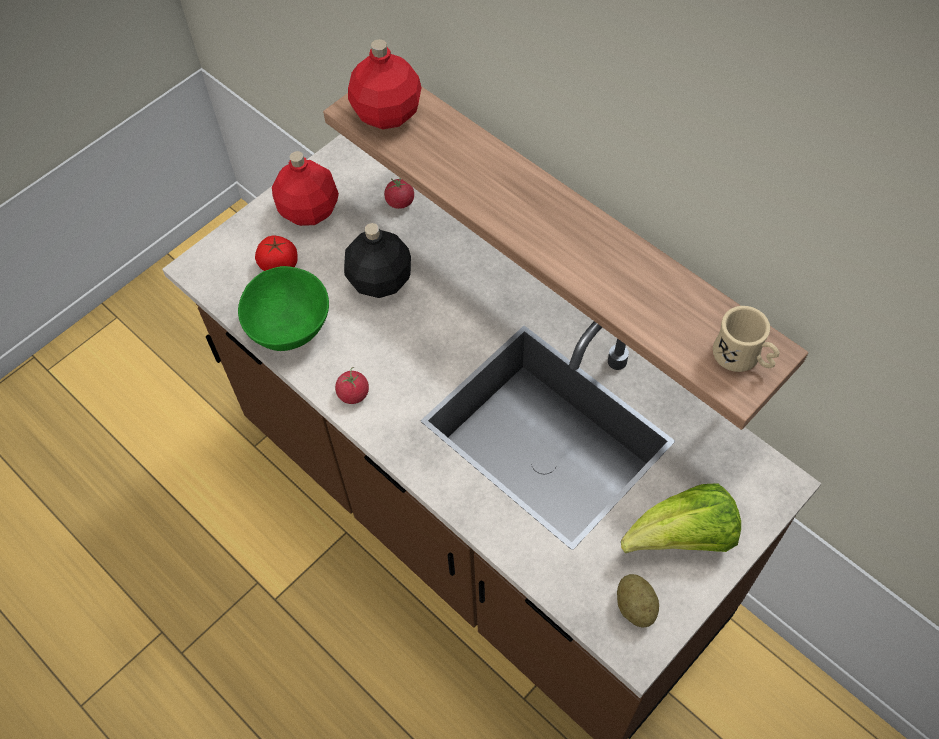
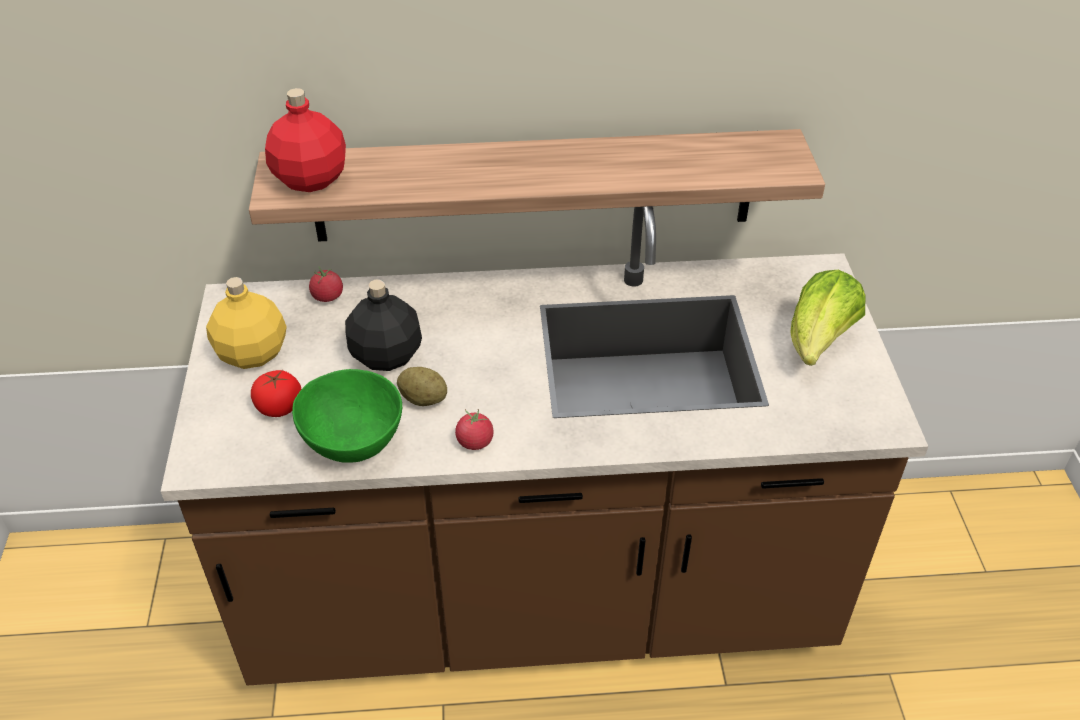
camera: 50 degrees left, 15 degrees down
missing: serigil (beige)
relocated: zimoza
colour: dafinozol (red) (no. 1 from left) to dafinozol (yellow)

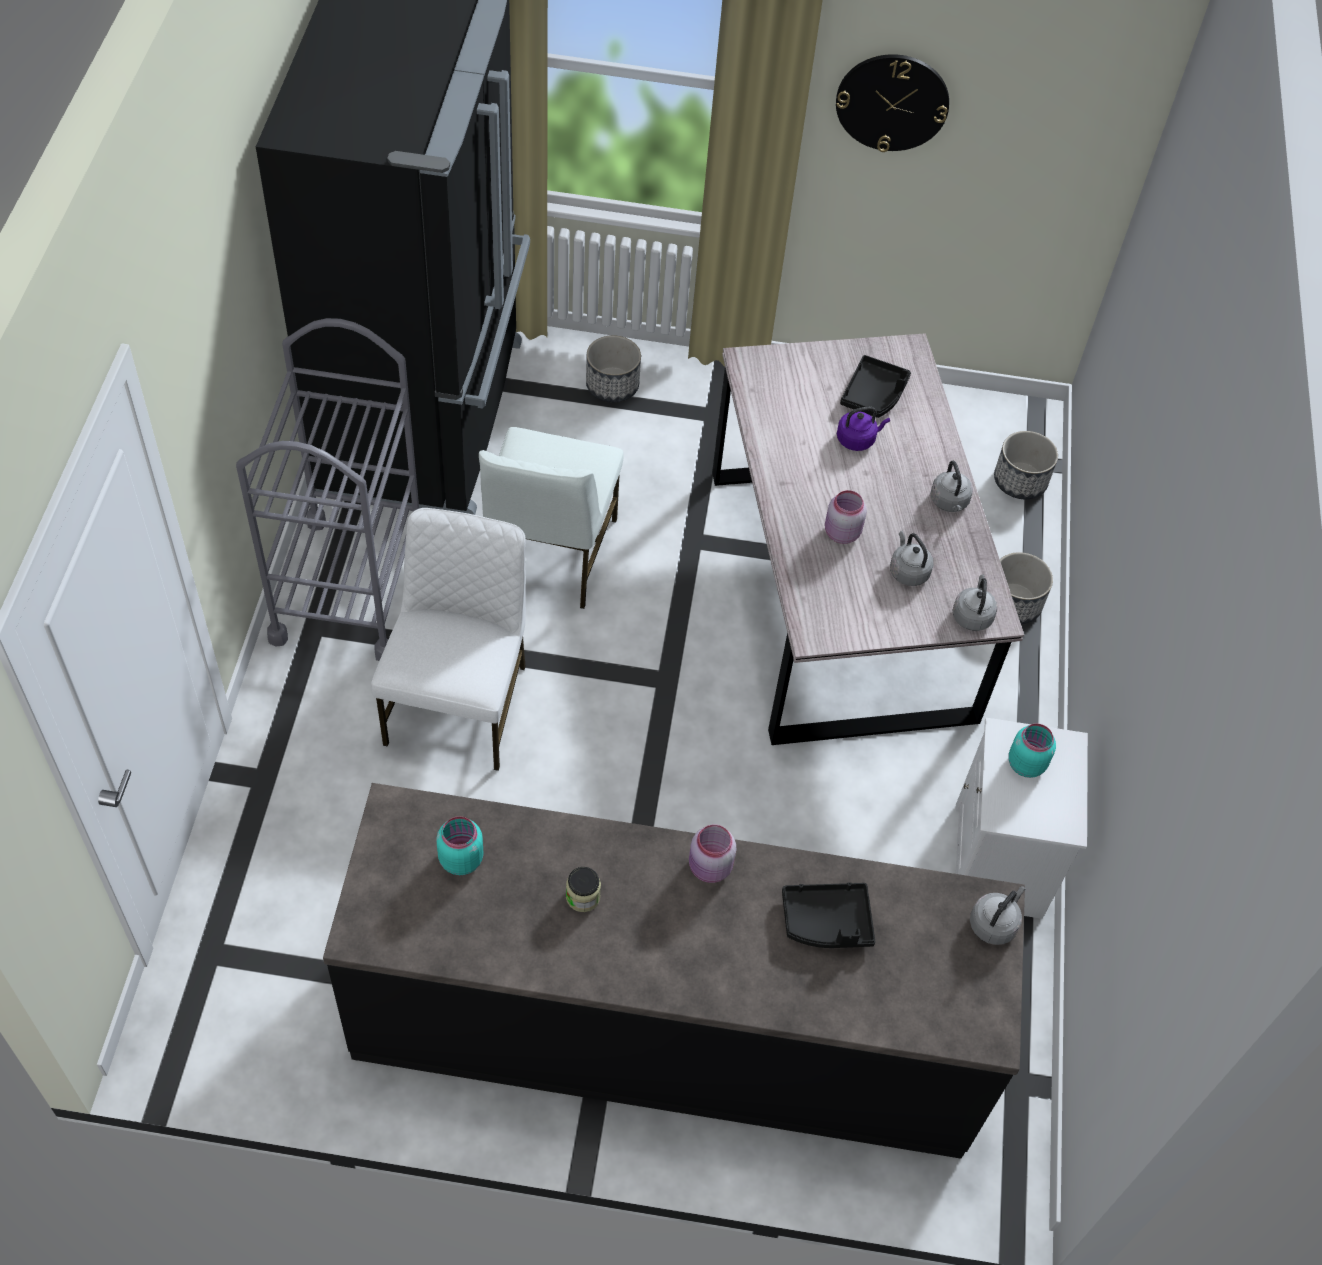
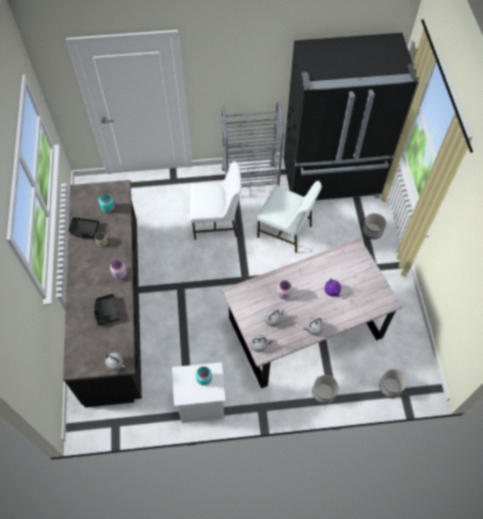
camera: 80 degrees right, 5 degrees up
missing: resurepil
relocated: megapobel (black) (no. 2 from left in the first image) to megapobel (black) (no. 1 from left)
spun: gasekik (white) (no. 2 from left) 150 degrees counterclockwise

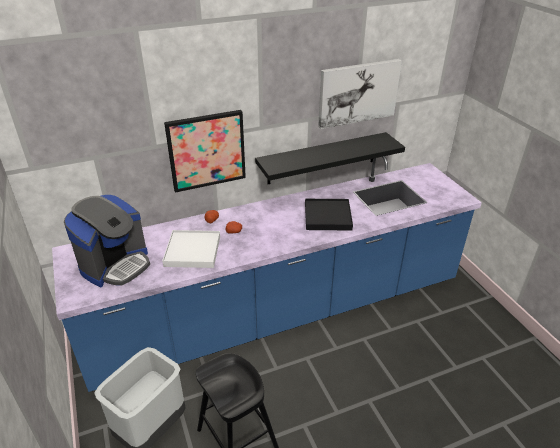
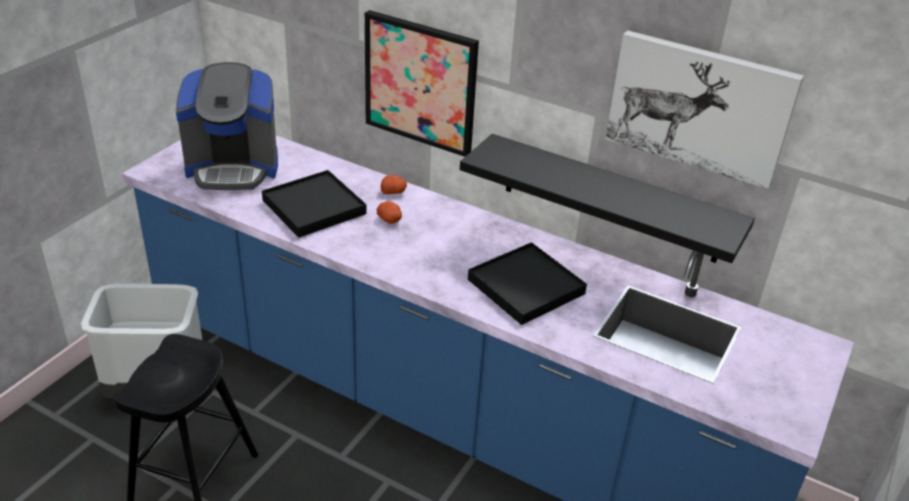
camera: 50 degrees right, 0 degrees up
colour: megapobel (white) to megapobel (black) (no. 1 from left)

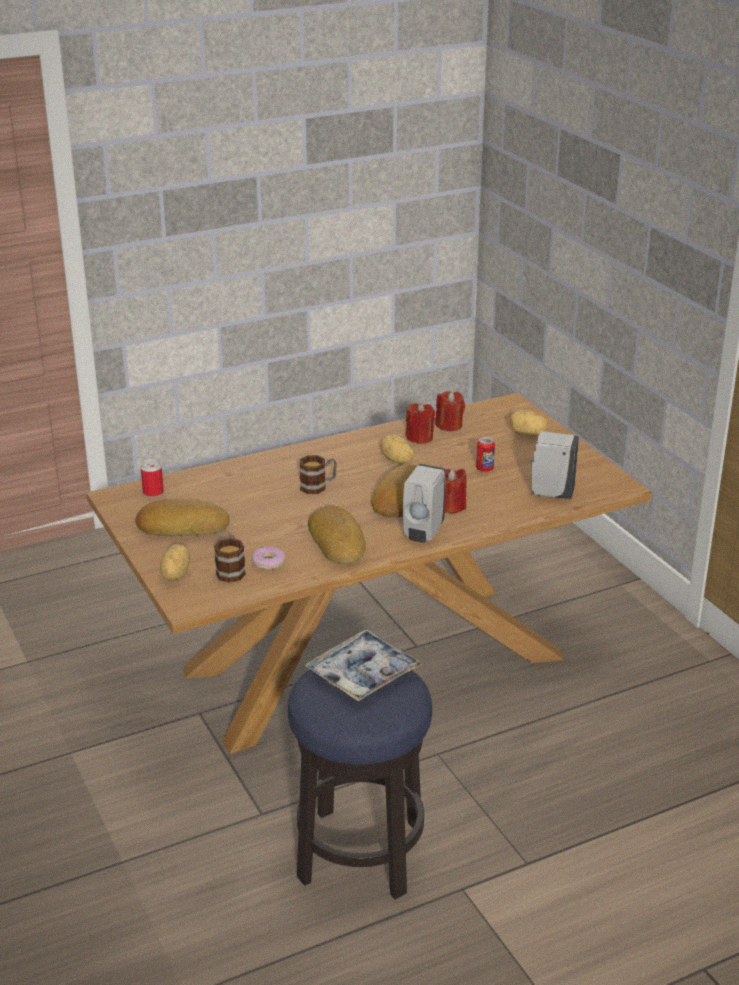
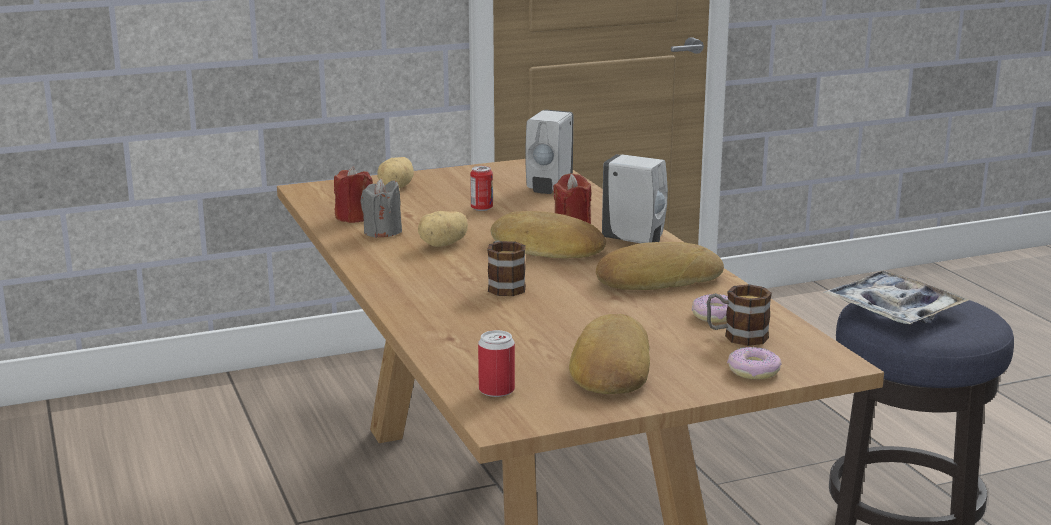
camera: 85 degrees left, 10 degrees down
exchanged: zimoza (no. 1 from left) to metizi (no. 2 from left)
colour: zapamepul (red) (no. 1 from left) to zapamepul (grey)

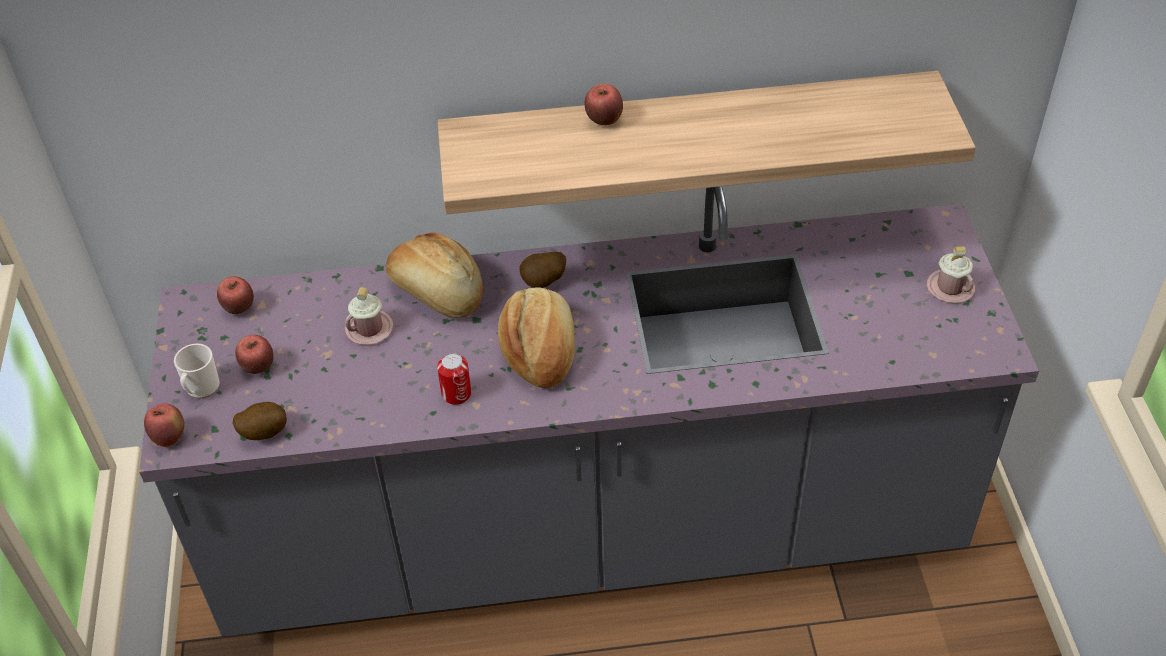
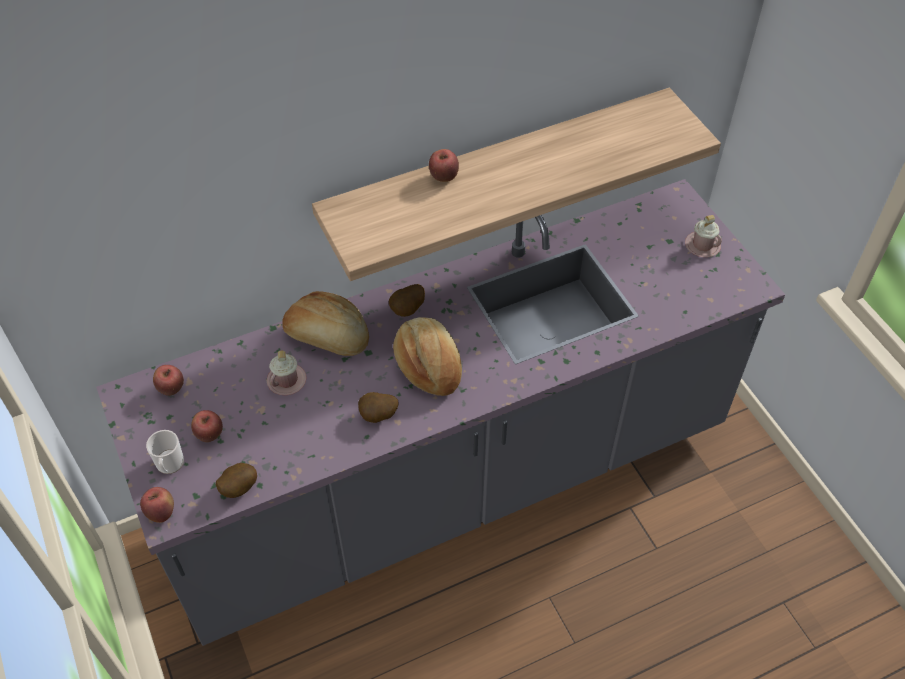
camera: 20 degrees left, 5 degrees up
exchanged: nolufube to zimoza (no. 2 from left)

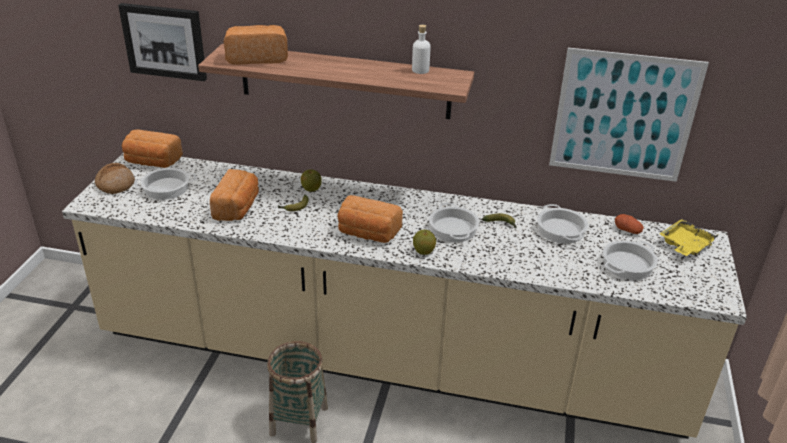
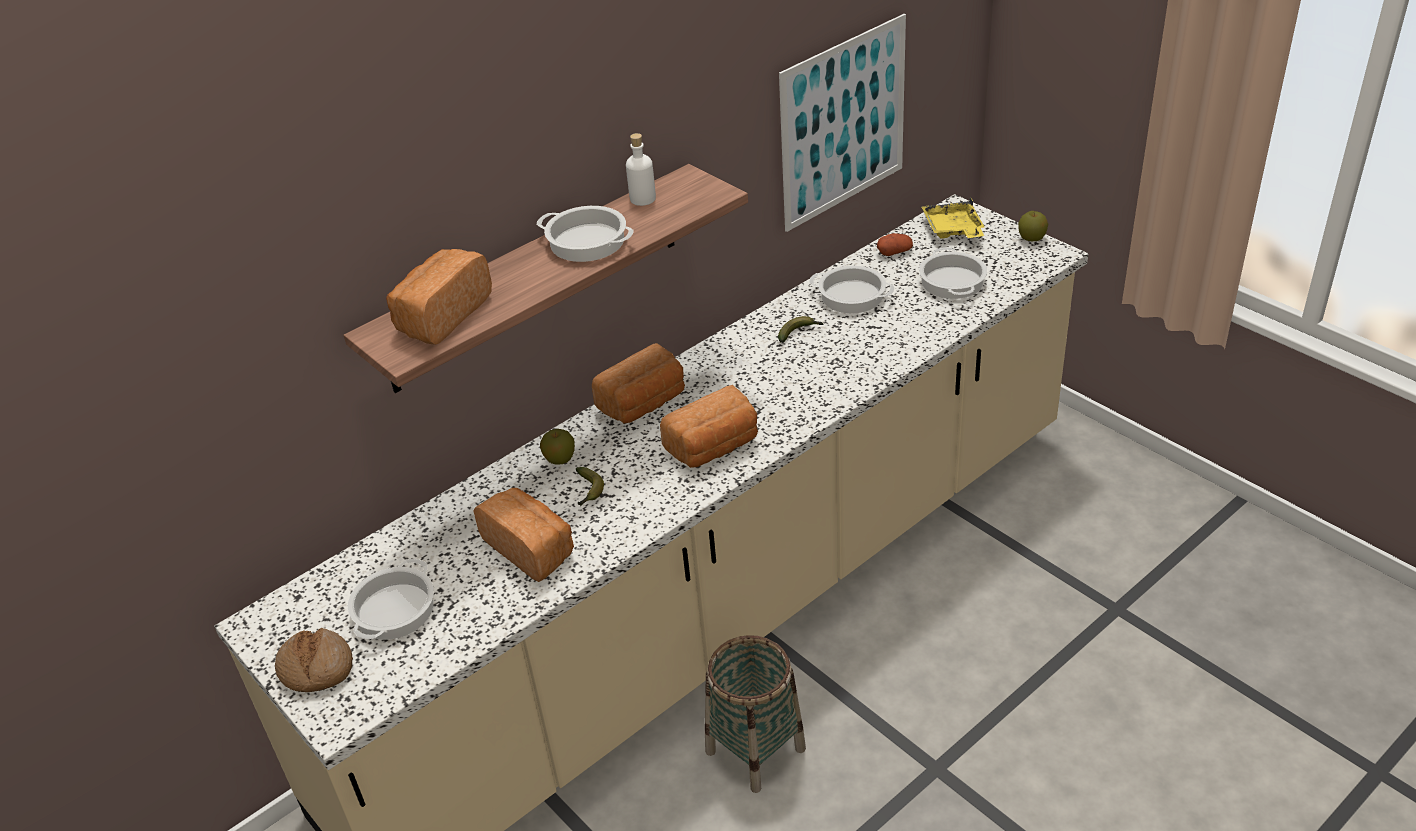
camera: 50 degrees left, 5 degrees up
missing: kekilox (no. 1 from left)
relocated: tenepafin (no. 2 from left in the first image) to tenepafin (no. 4 from left); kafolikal (no. 2 from left); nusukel (no. 2 from left)

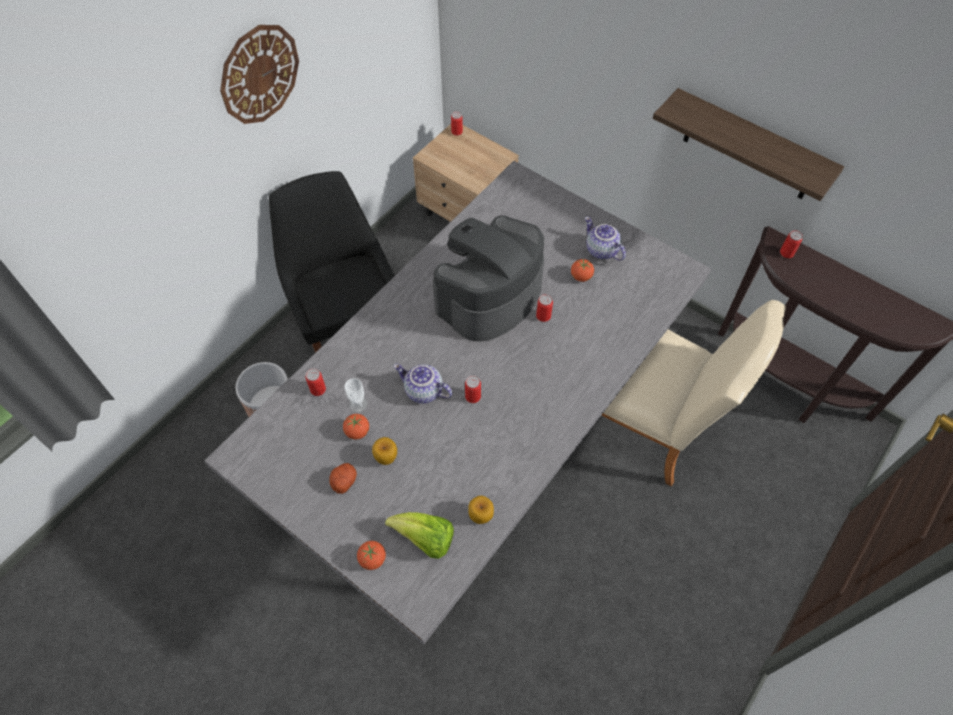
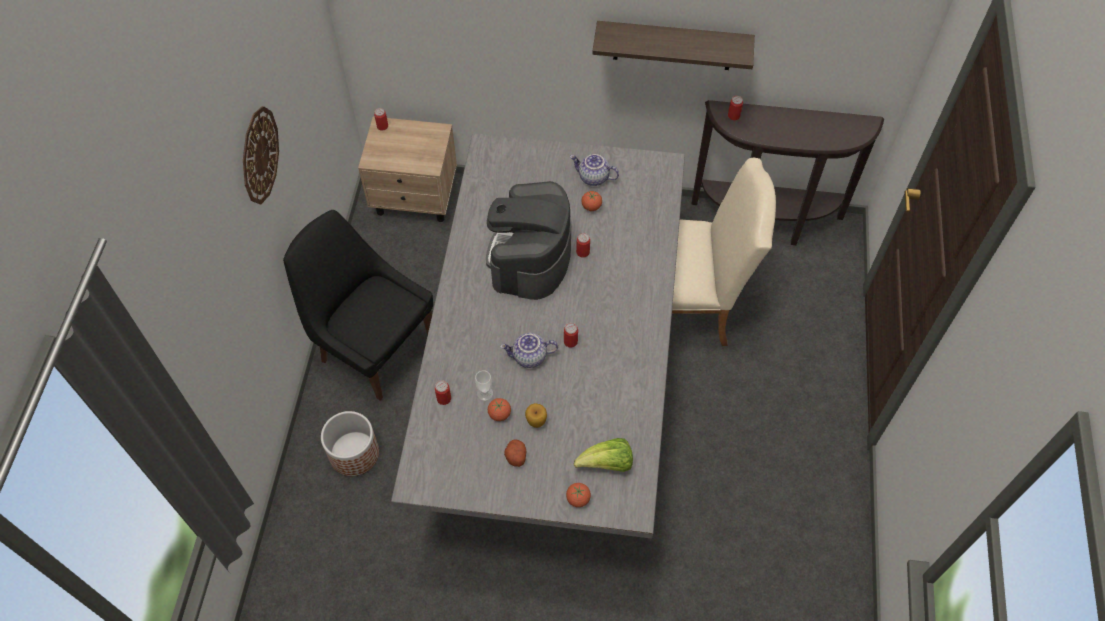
camera: 30 degrees left, 0 degrees up
missing: nusukel (no. 2 from left)

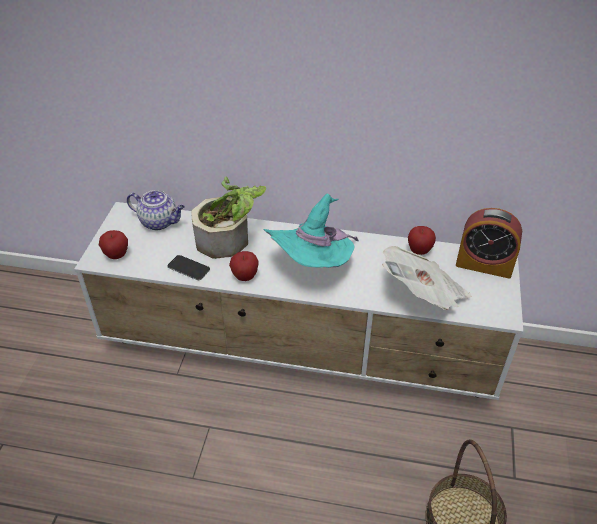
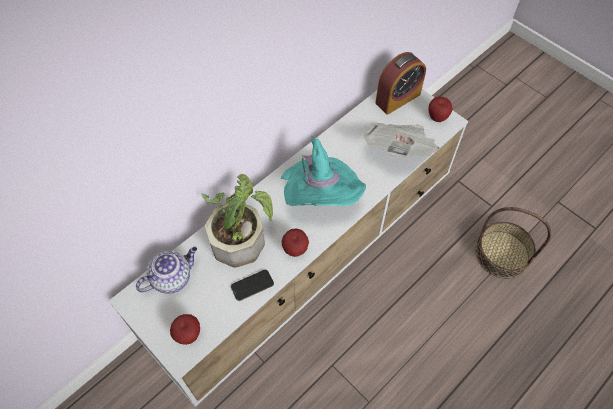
camera: 55 degrees left, 15 degrees up
relocated: nusukel (no. 3 from left)

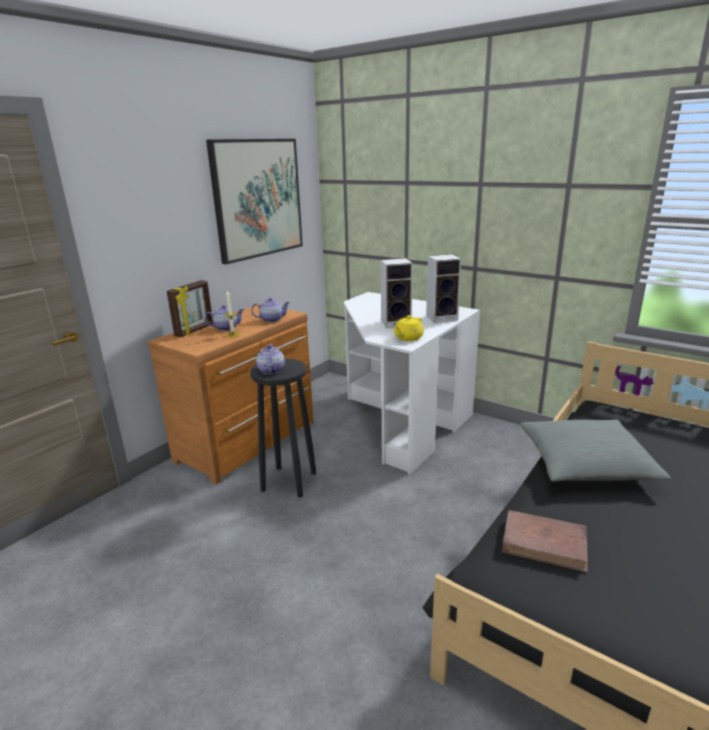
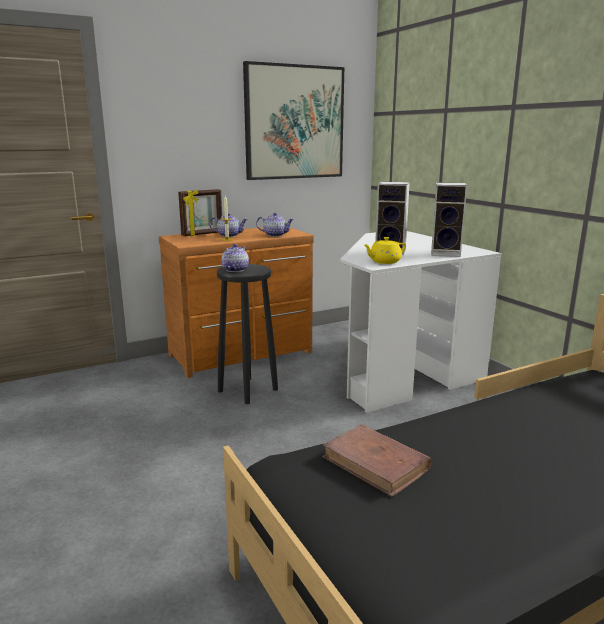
camera: 25 degrees right, 5 degrees down
missing: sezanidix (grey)

